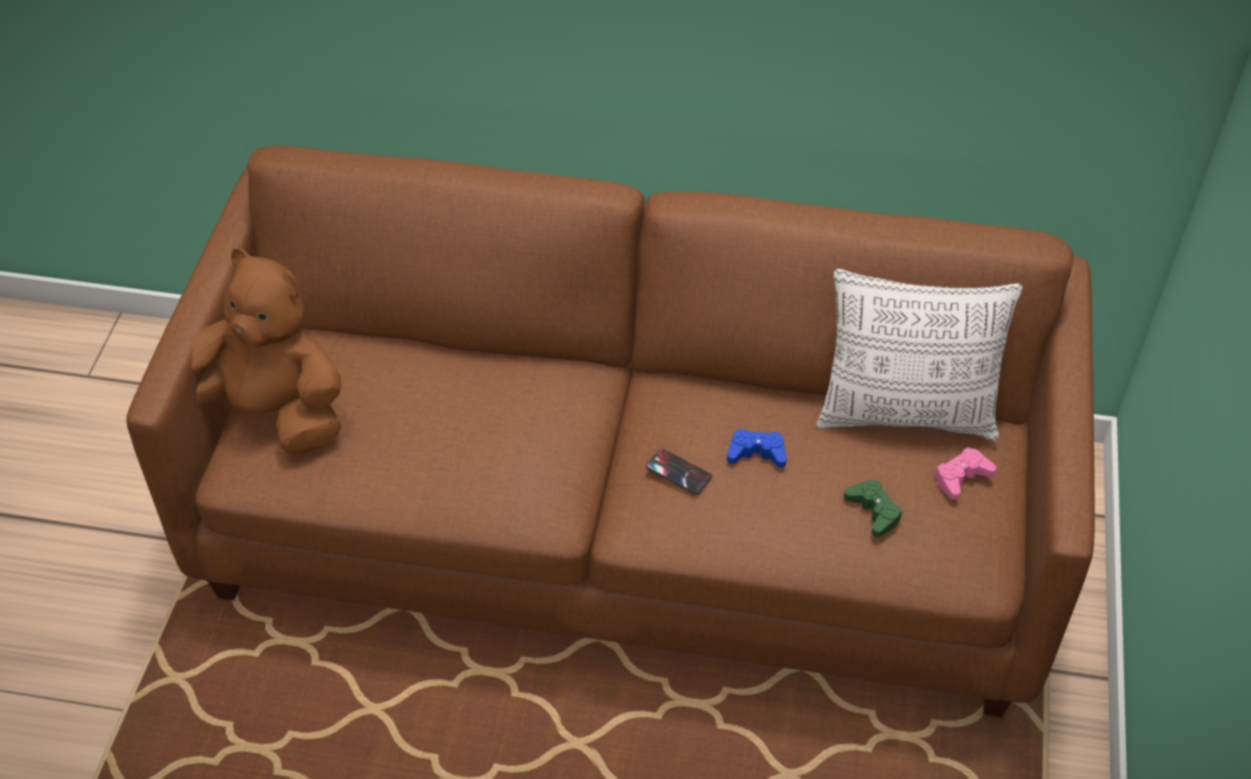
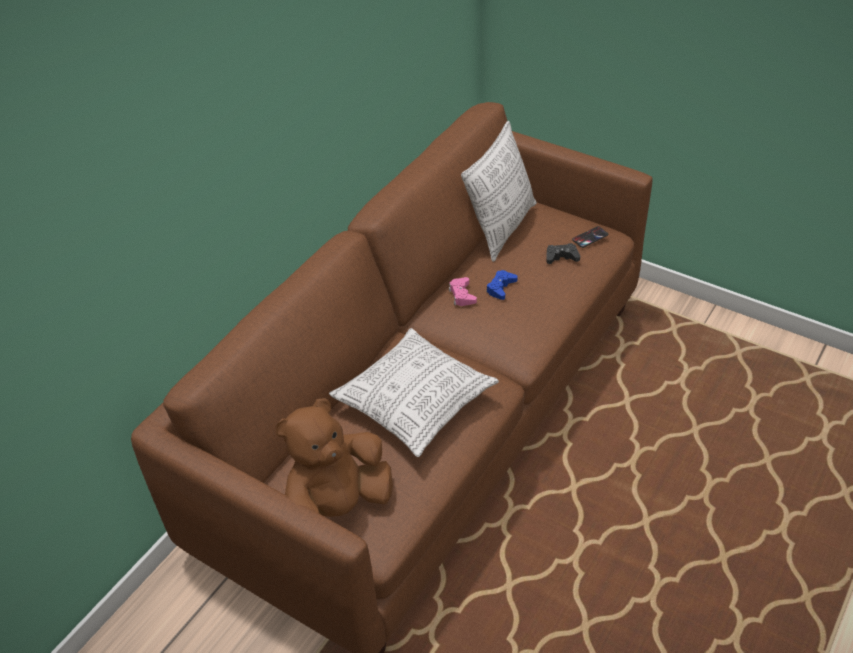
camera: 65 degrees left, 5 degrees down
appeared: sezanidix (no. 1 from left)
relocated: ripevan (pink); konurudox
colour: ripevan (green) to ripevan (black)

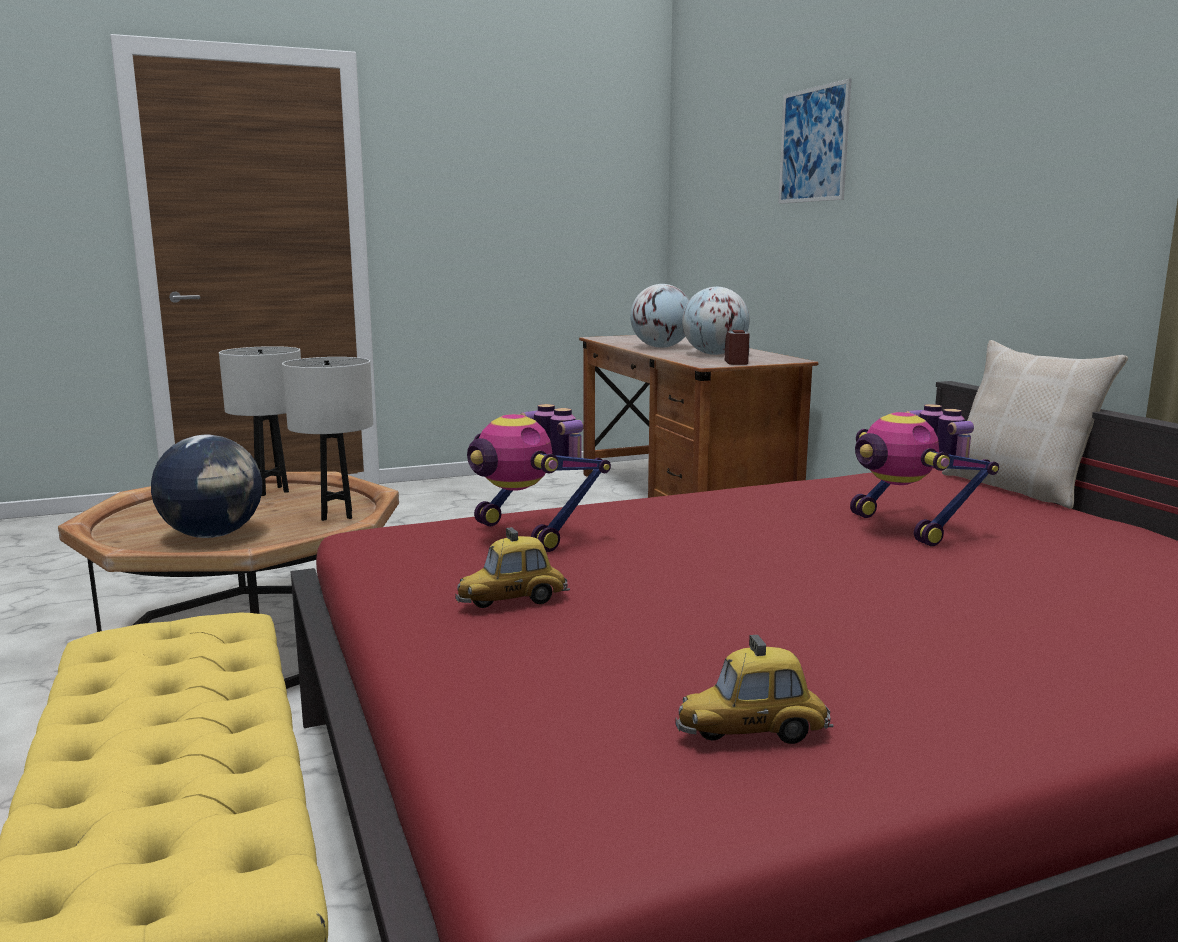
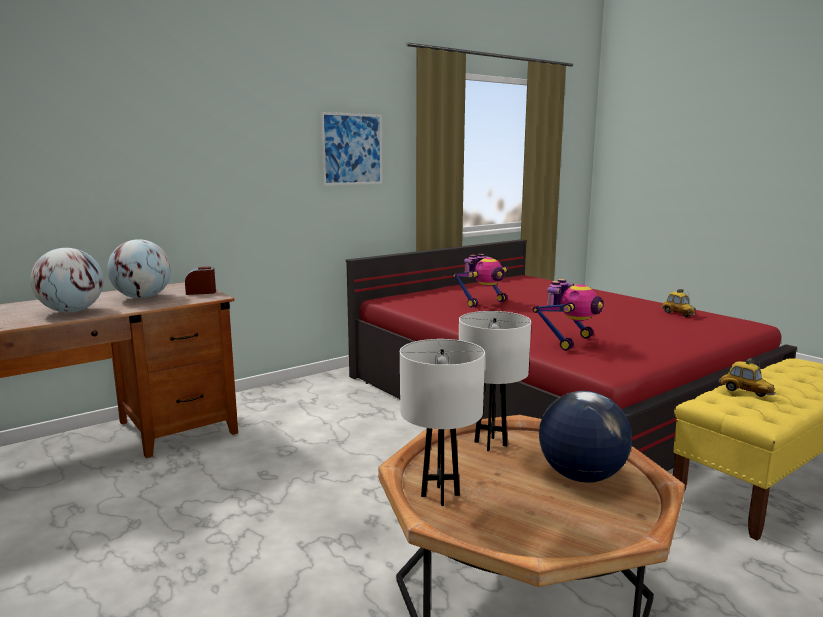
camera: 105 degrees left, 0 degrees up
missing: sezanidix (beige)
relocated: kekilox; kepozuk (no. 1 from left in the first image) to kepozuk (no. 2 from left)

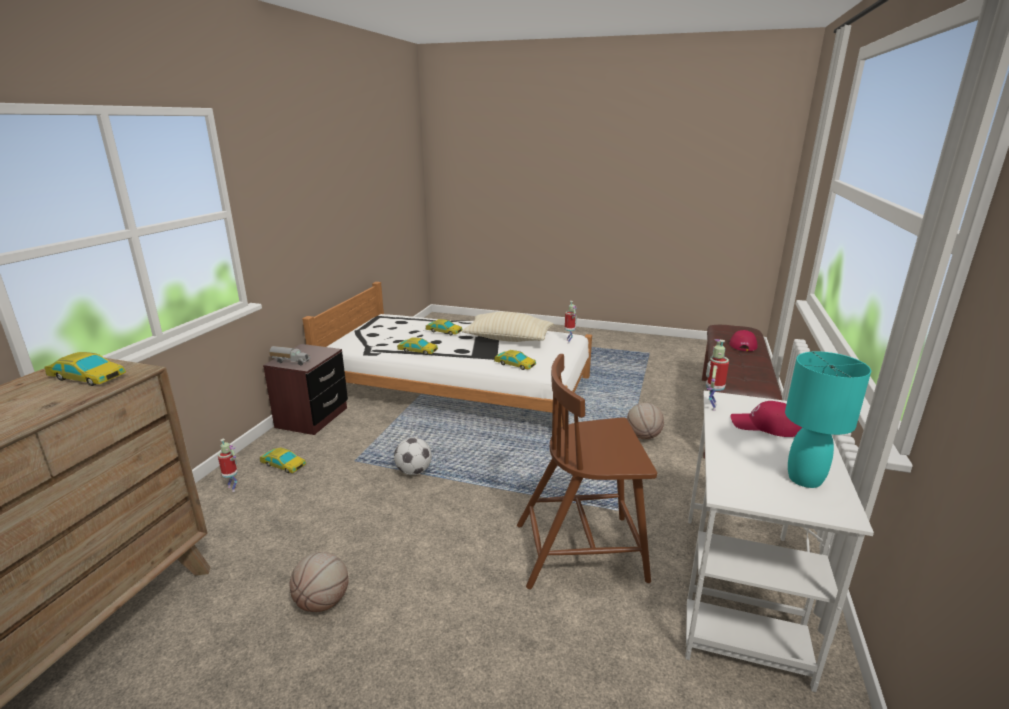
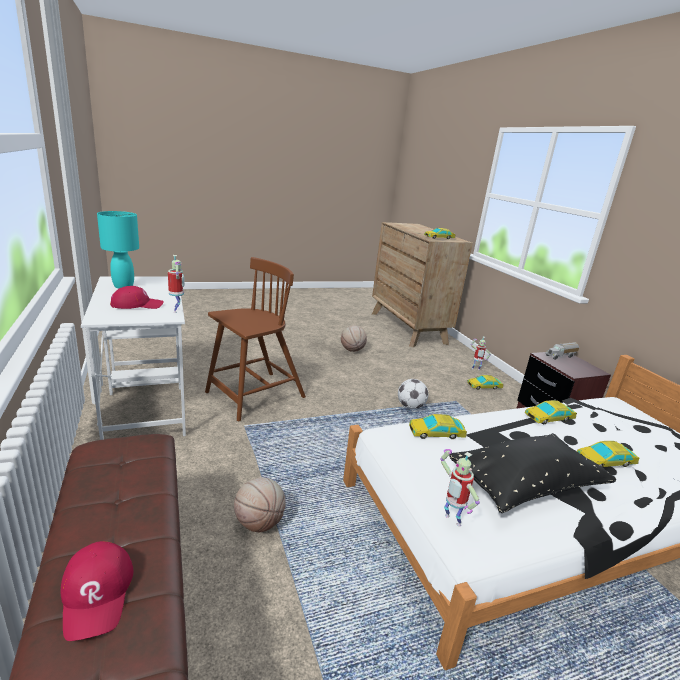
camera: 140 degrees right, 0 degrees up
colour: sezanidix (beige) to sezanidix (black)

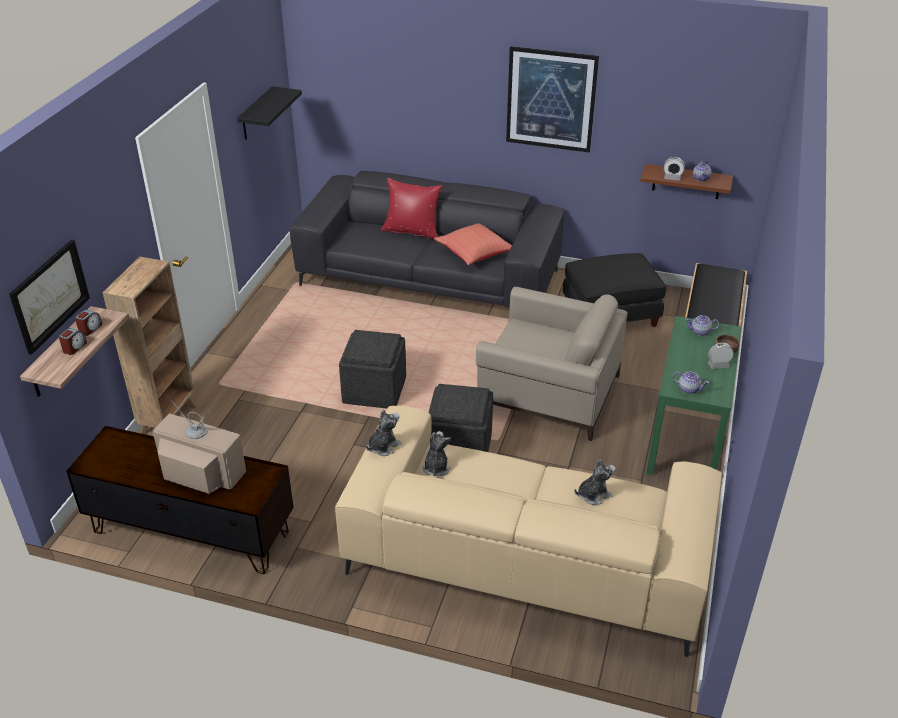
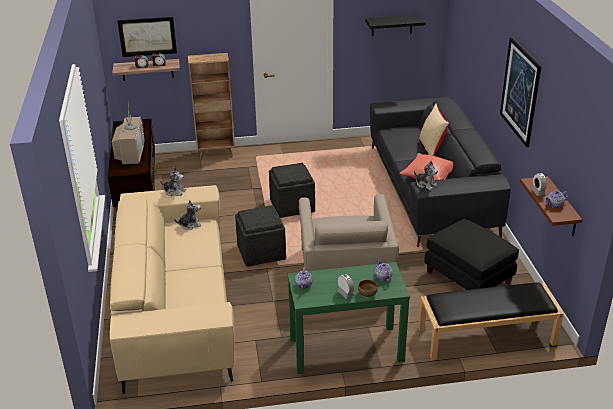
camera: 65 degrees right, 5 degrees down
relocated: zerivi (no. 3 from left)
colour: sezanidix (red) (no. 1 from left) to sezanidix (beige)

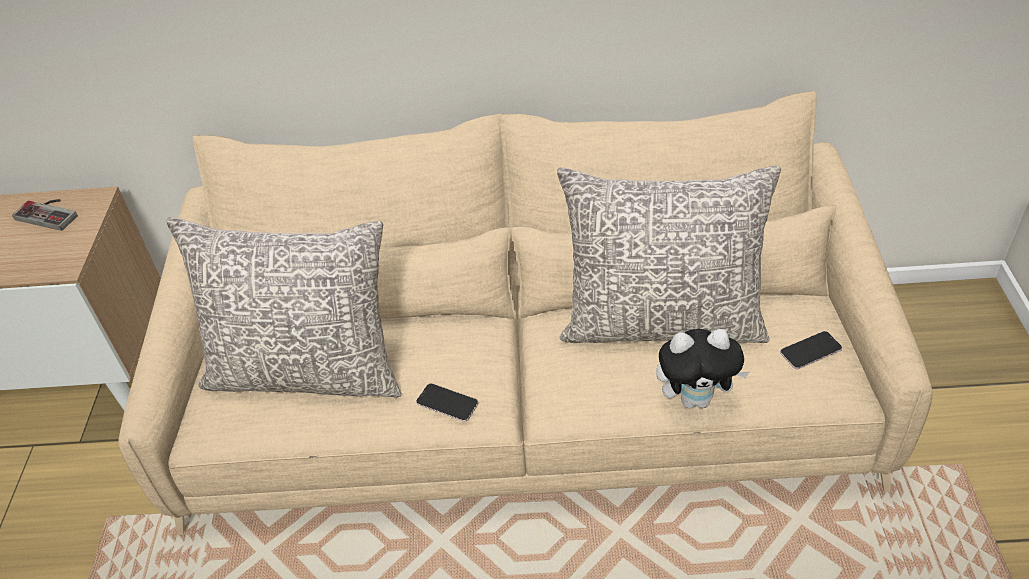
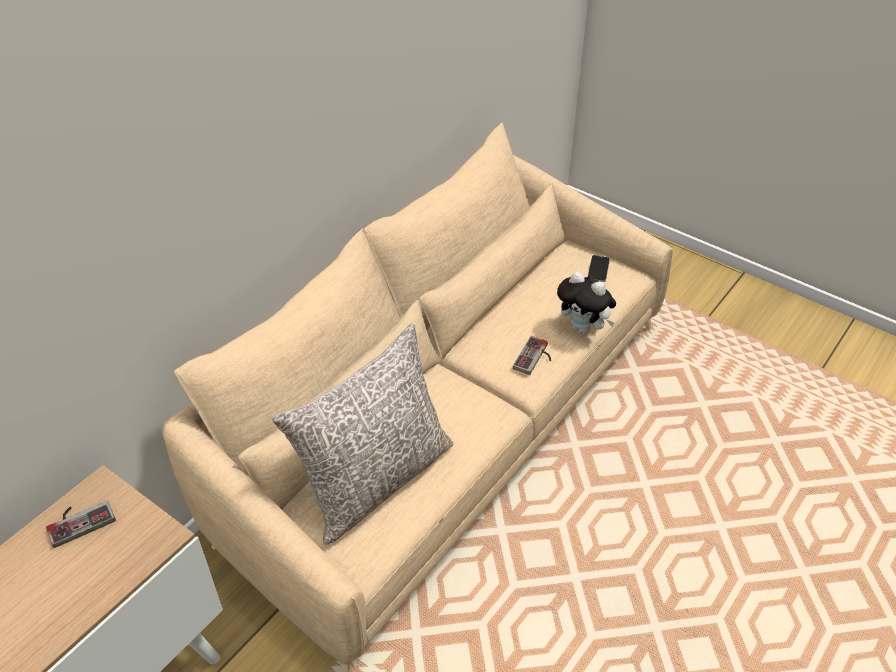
camera: 55 degrees left, 0 degrees up
missing: sezanidix (grey) (no. 2 from left); konurudox (no. 1 from left)
appeared: ripevan (no. 2 from left)
spun: zerivi 90 degrees clockwise

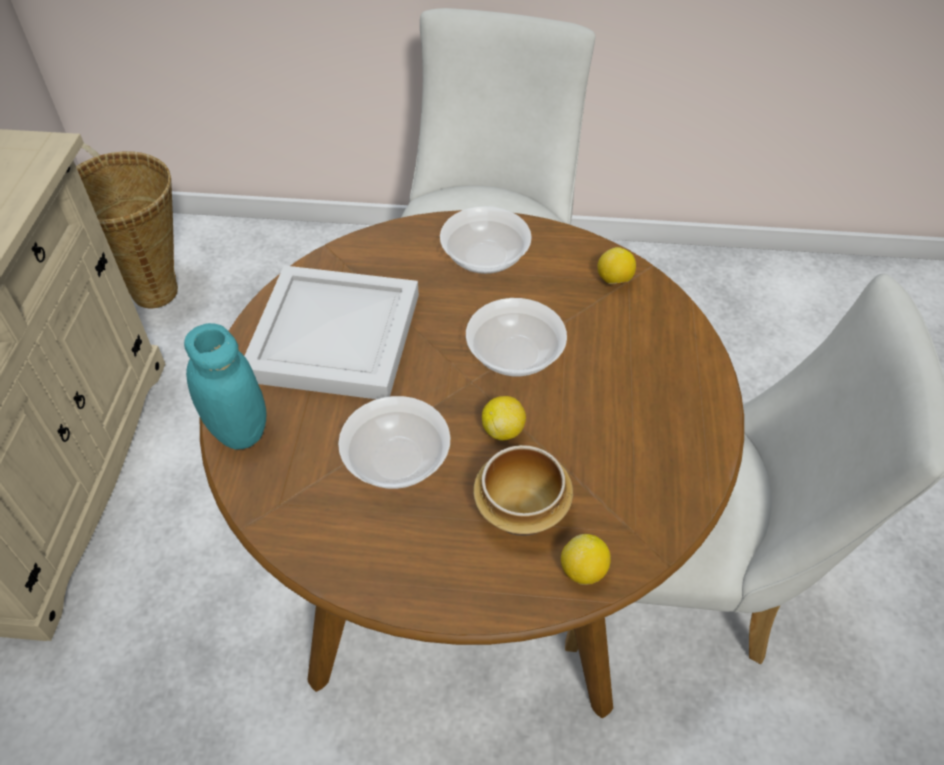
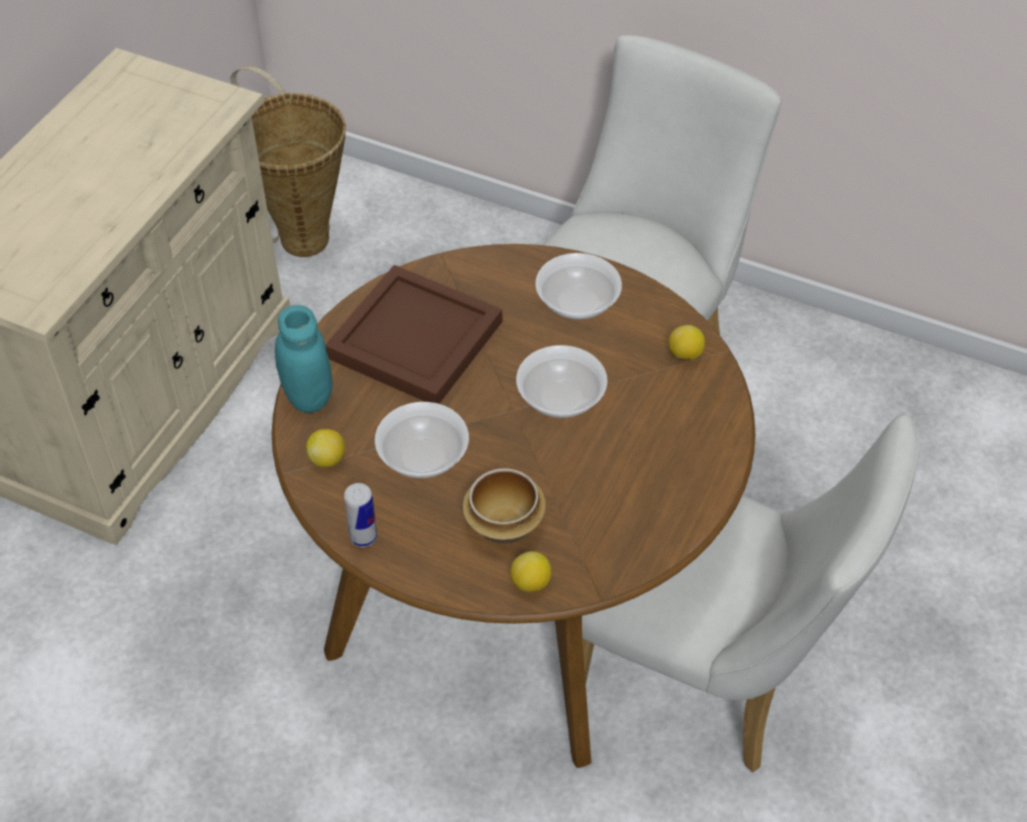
camera: 20 degrees right, 0 degrees up
appeared: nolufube
relocated: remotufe (no. 1 from left)
colour: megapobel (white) to megapobel (brown)

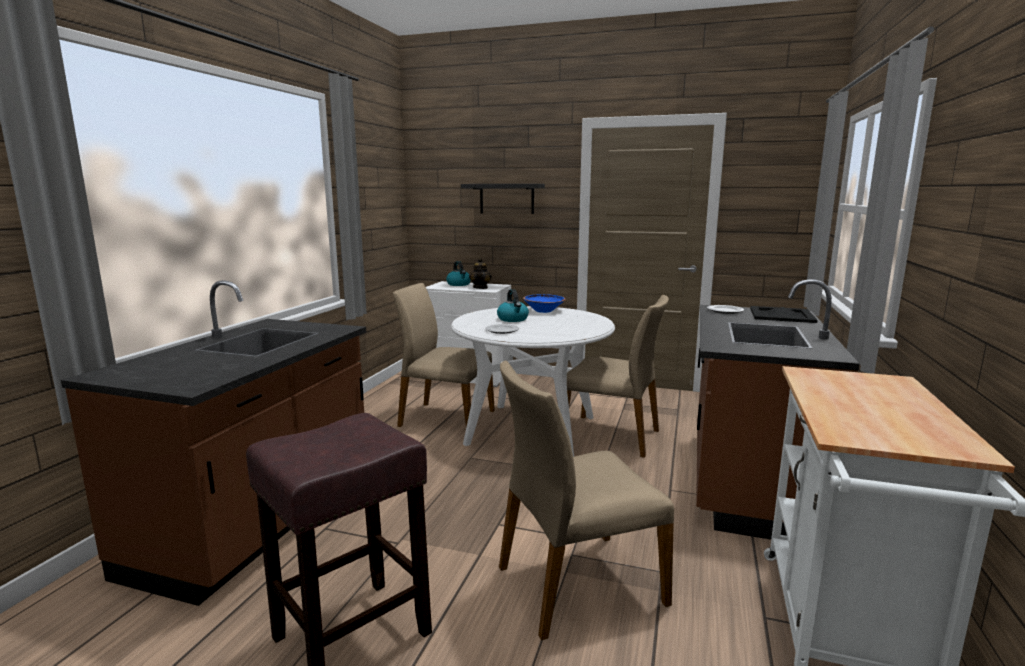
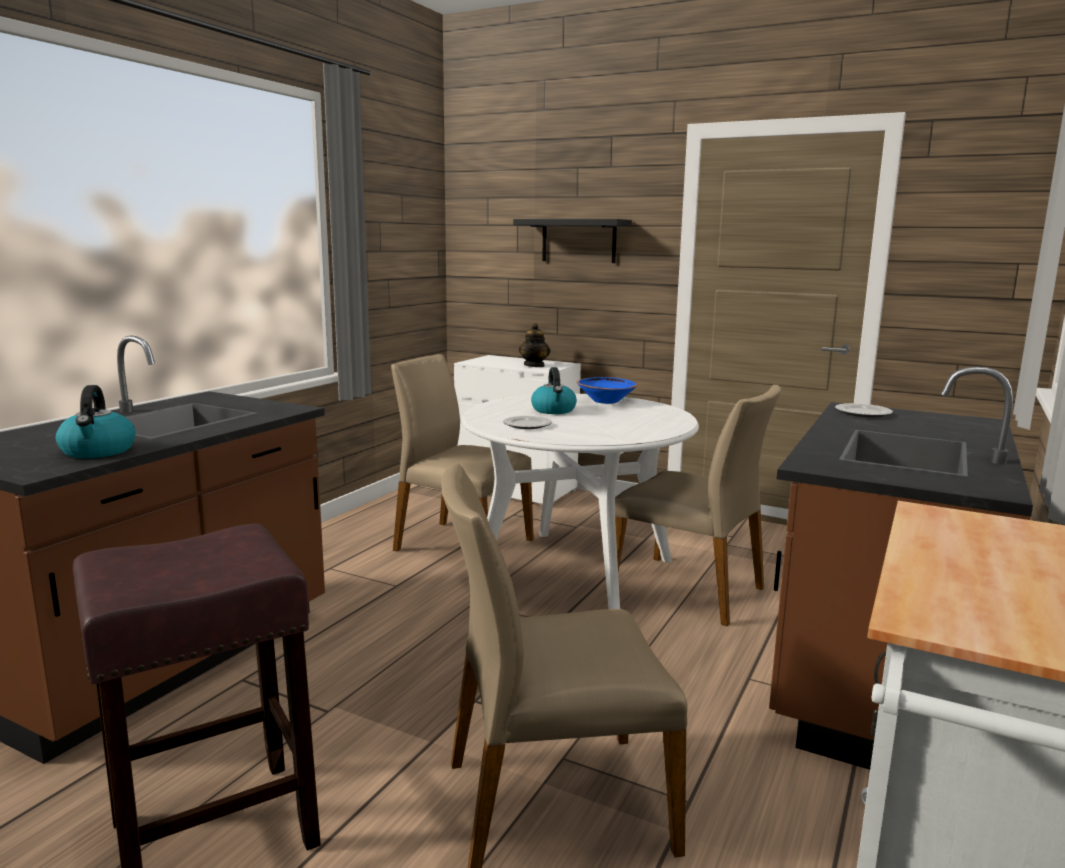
camera: 10 degrees right, 0 degrees up
missing: megapobel (black)
relocated: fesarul (no. 1 from left)

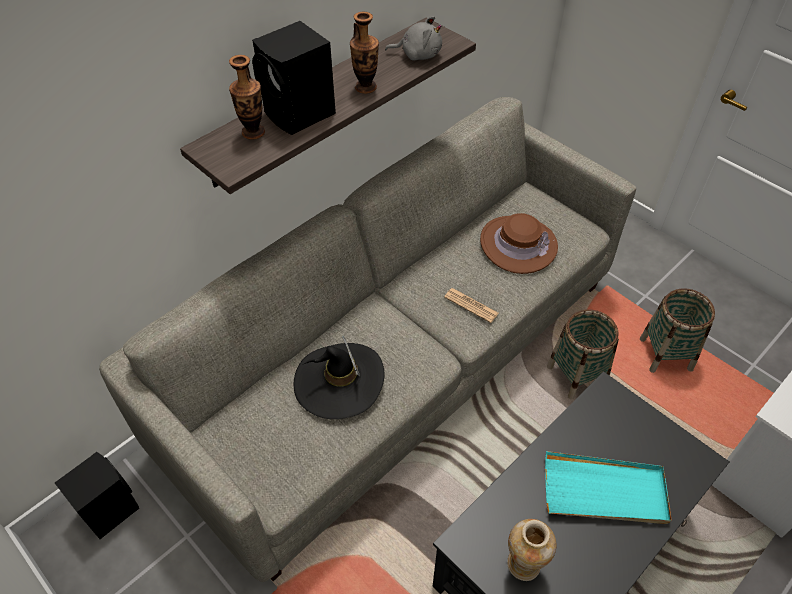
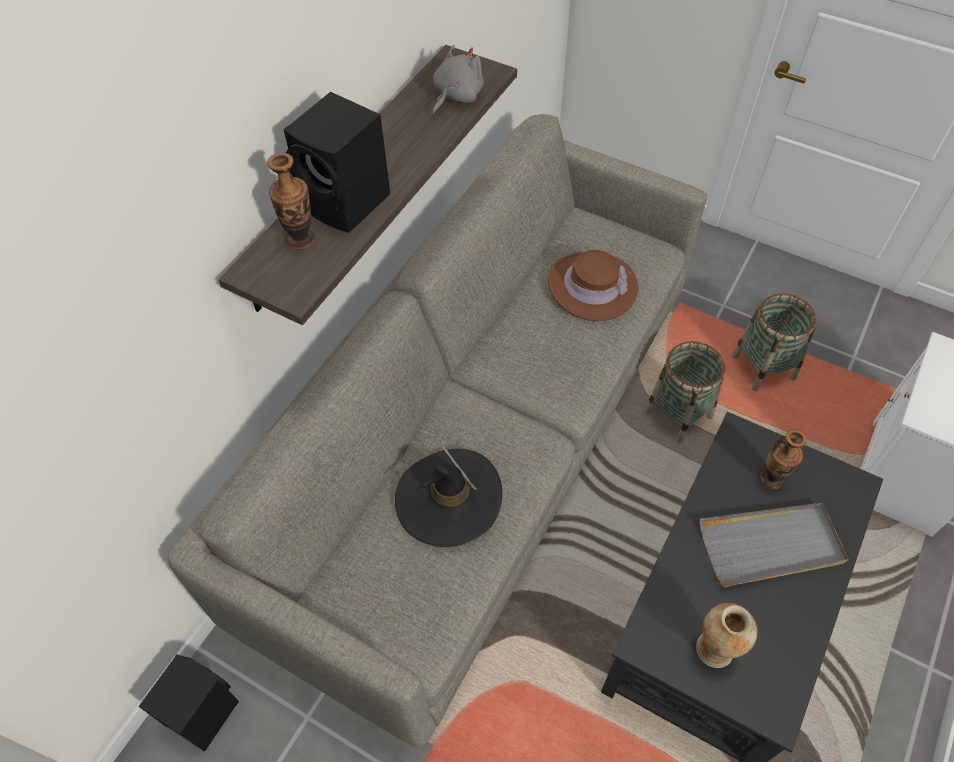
camera: 15 degrees left, 5 degrees up
missing: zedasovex
relocated: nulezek (no. 2 from left in the first image) to nulezek (no. 3 from left)
colour: megapobel (turquoise) to megapobel (grey)
spun: zerivi (grey) 45 degrees counterclockwise

